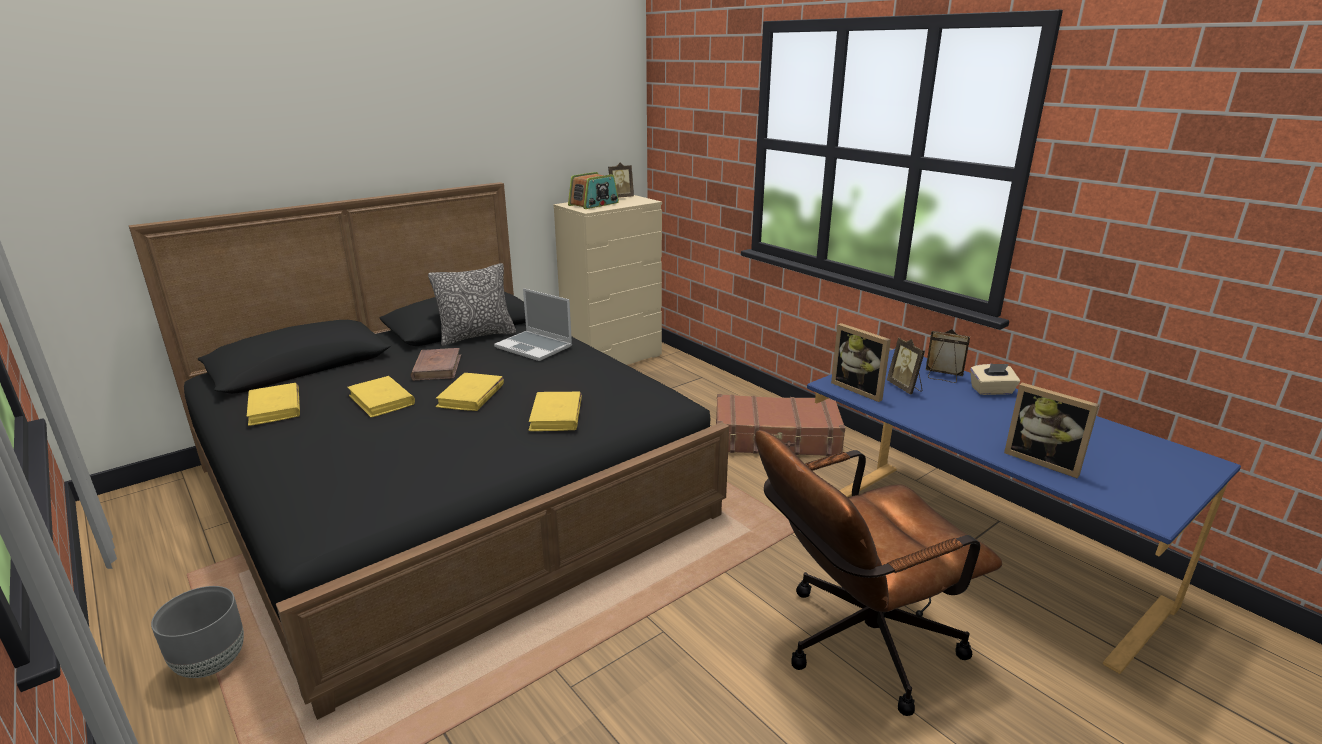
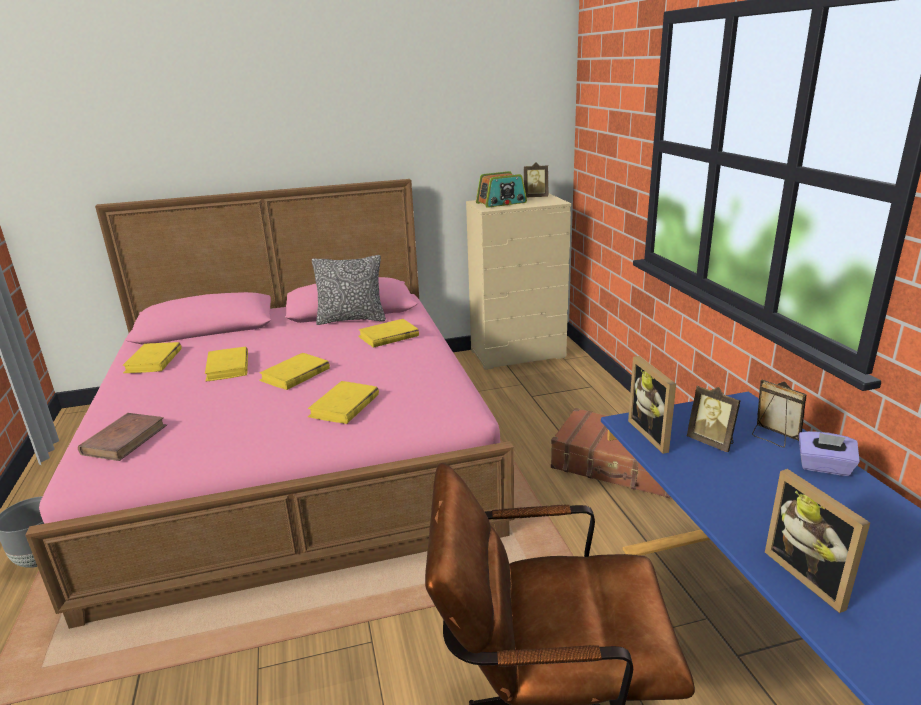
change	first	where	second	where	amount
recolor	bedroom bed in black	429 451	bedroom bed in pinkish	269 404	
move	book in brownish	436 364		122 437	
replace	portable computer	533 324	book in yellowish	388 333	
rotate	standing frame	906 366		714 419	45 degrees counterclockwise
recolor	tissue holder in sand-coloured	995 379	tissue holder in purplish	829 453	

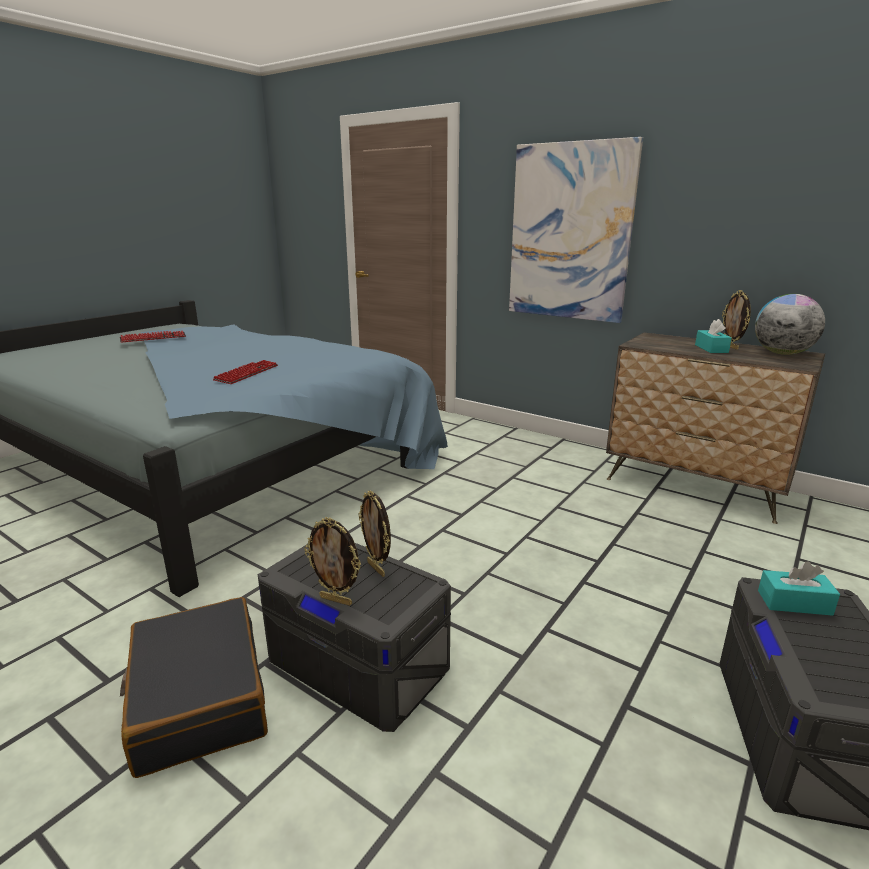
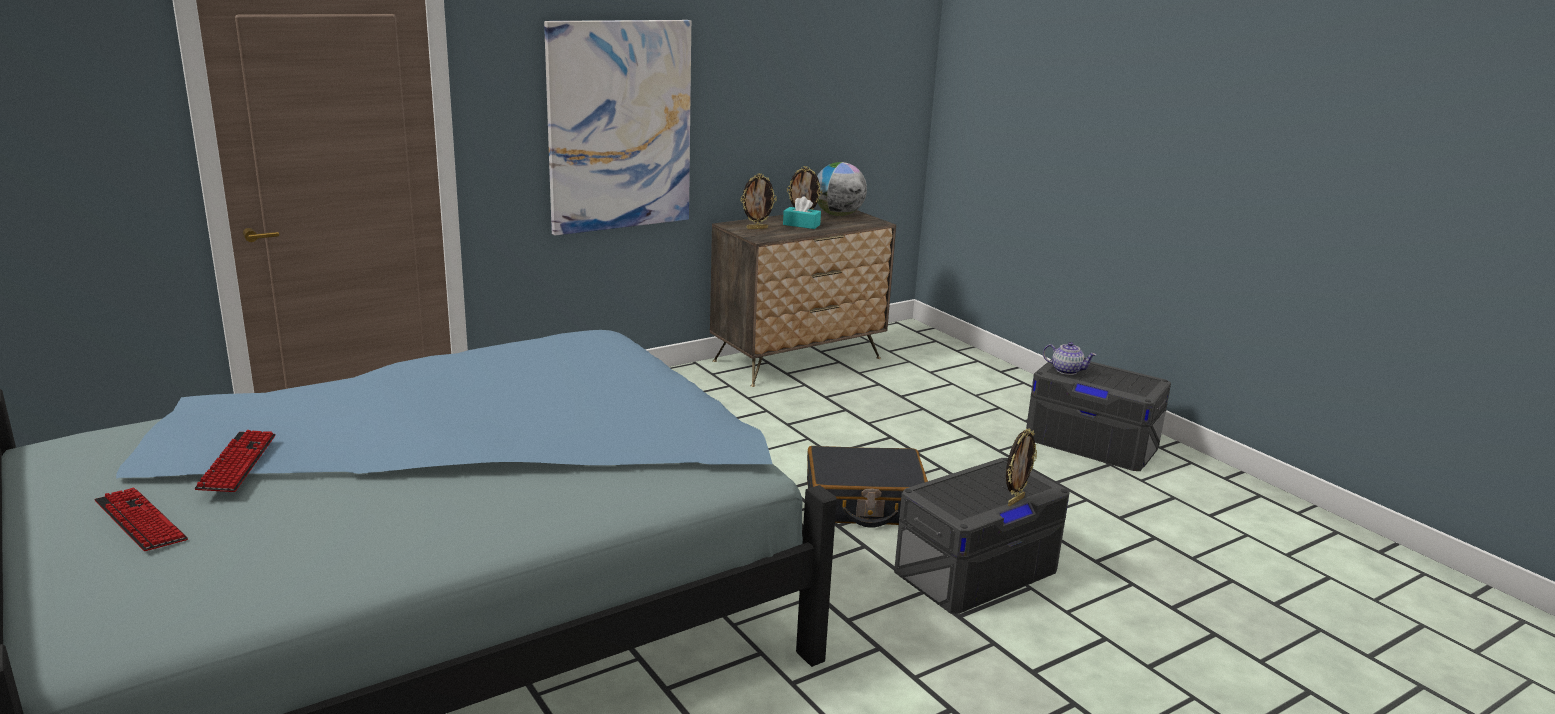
change	first	where	second	where	amount
move	keyboard	245 372		141 519	
move	standing frame	374 534		759 201	
move	suitcase in black	194 687		867 486	
replace	tissue holder in turquoise	799 588	tea pot	1069 358	

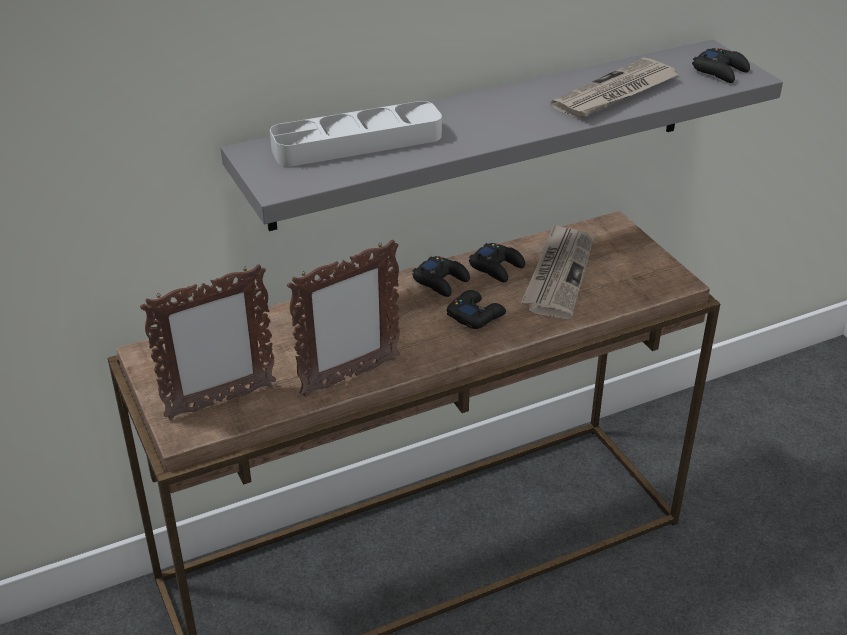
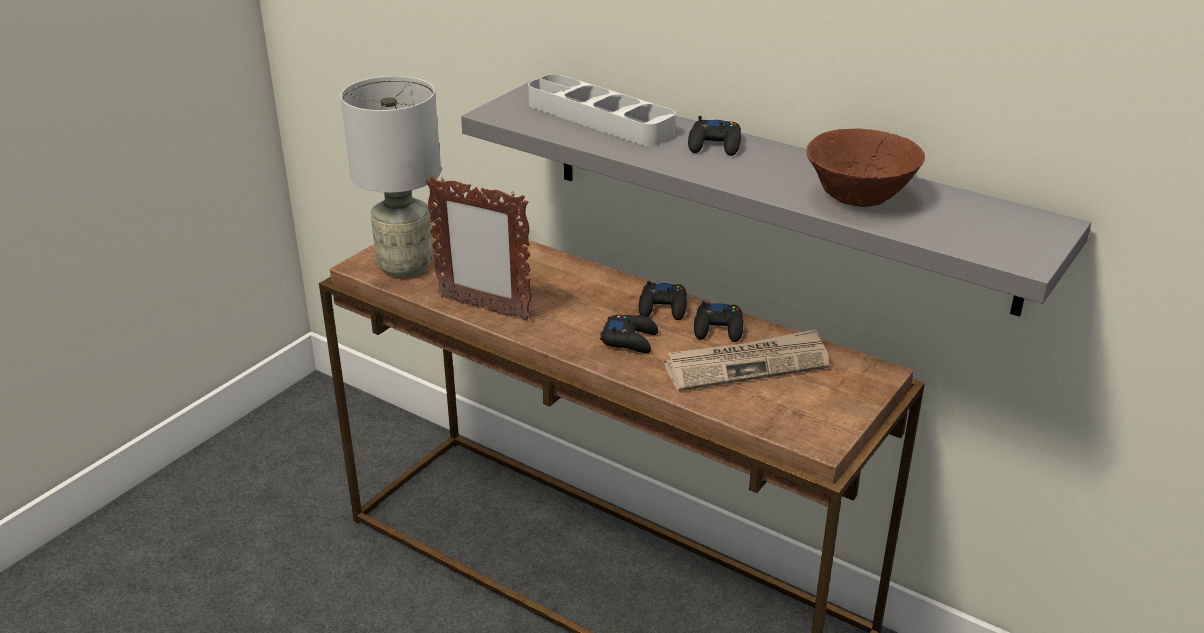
change	first	where	second	where	amount
replace	standing frame	208 342	tabletop lamp in grey	391 177	
move	game controller in black	721 65		714 136	
replace	daily paper	615 88	bowl in brownish	865 167	

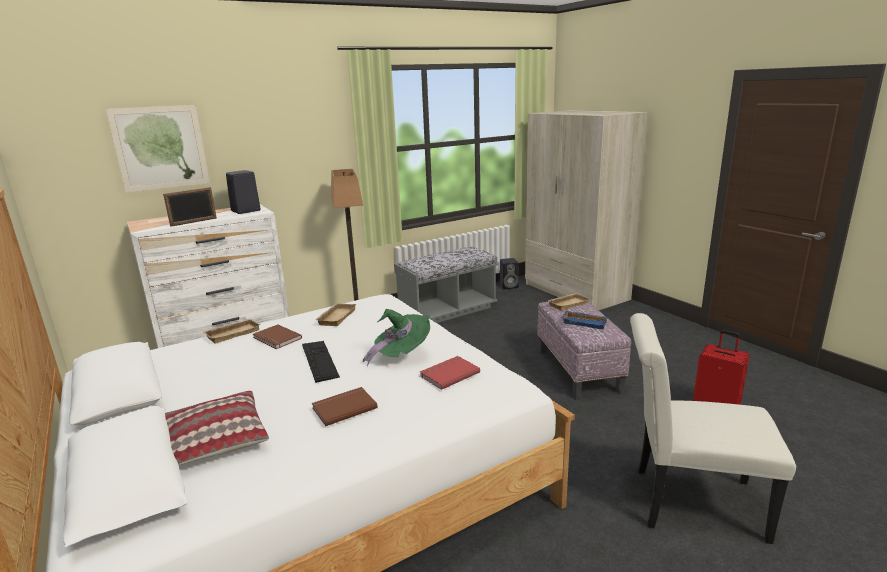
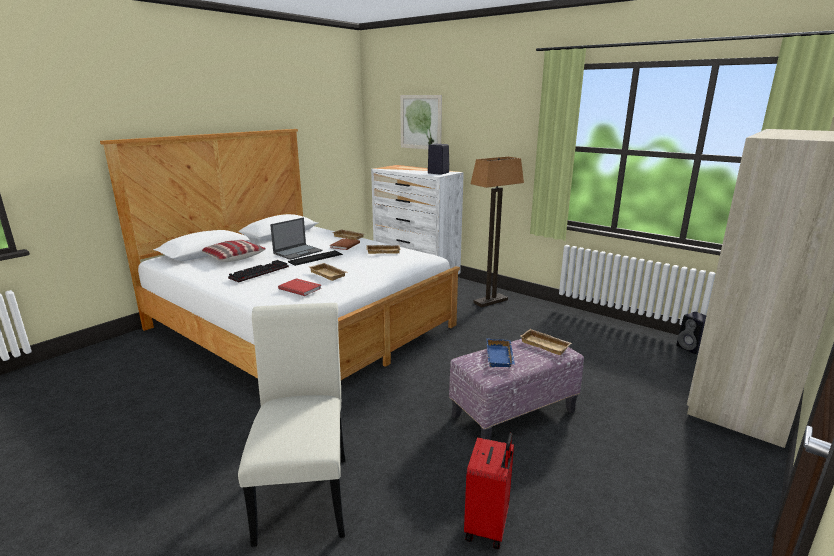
change	first	where	second	where	amount
replace	book in brownish	345 406	keyboard	258 271	
insert			portable computer	296 239	
replace	hat in green-coloured	396 337	serving tray in sand-coloured	328 272	
delete	standing frame	190 207			
delete	bench in grey	445 284			

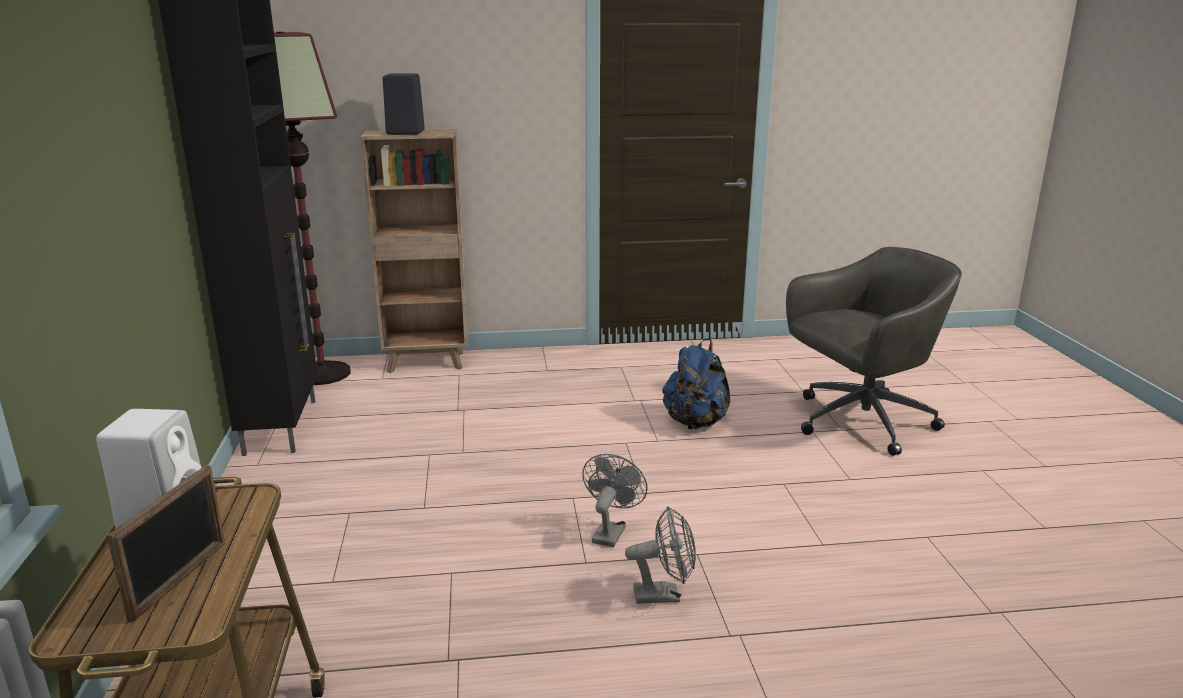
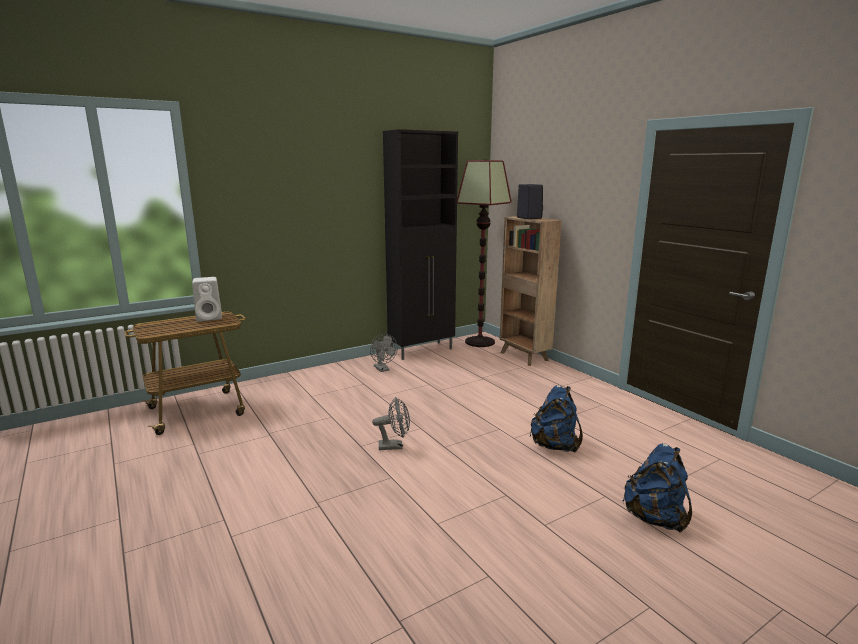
change	first	where	second	where	amount
move	electric fan in grey	660 555		384 353	
replace	computer chair in grey	874 351	rucksack in bluish	657 488	
delete	standing frame	166 544			

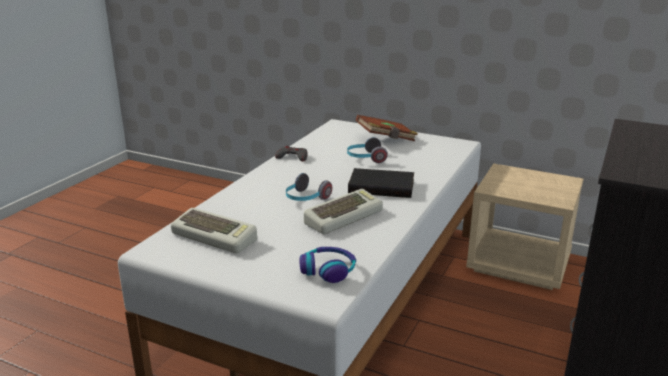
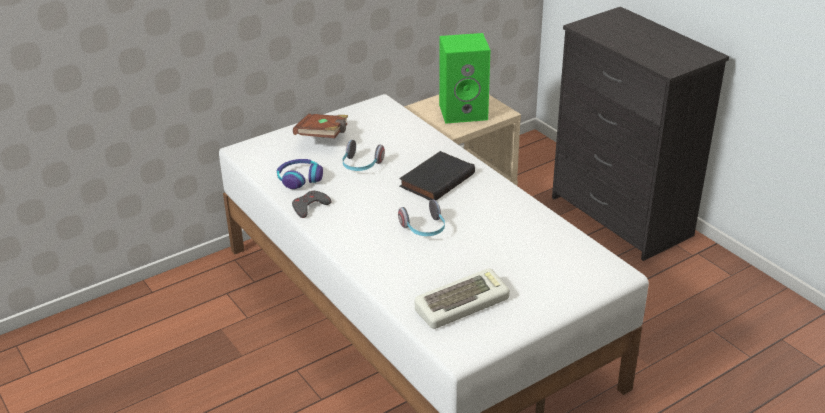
change	first	where	second	where	amount
move	headset	328 265		300 174	
insert			loudspeaker in green-coloured	464 78	
delete	keyboard	343 211			

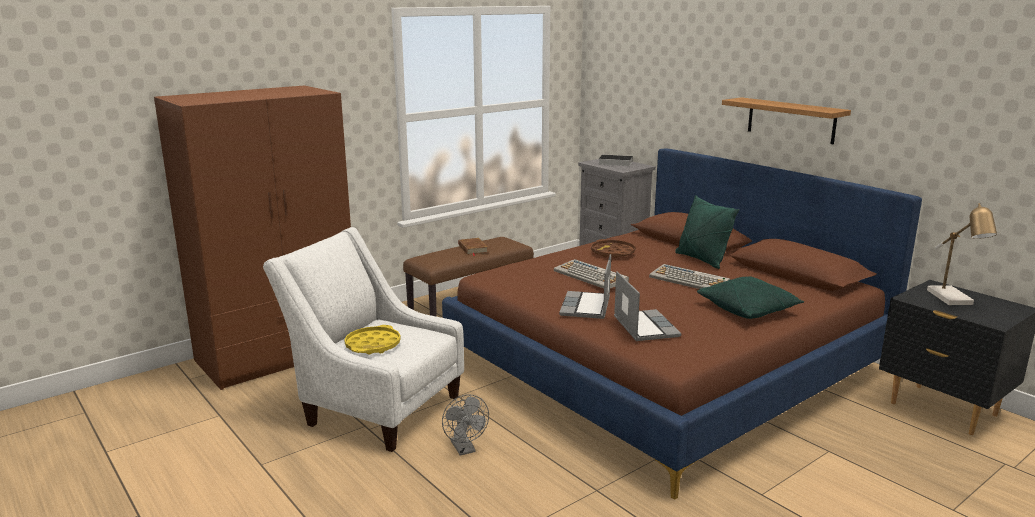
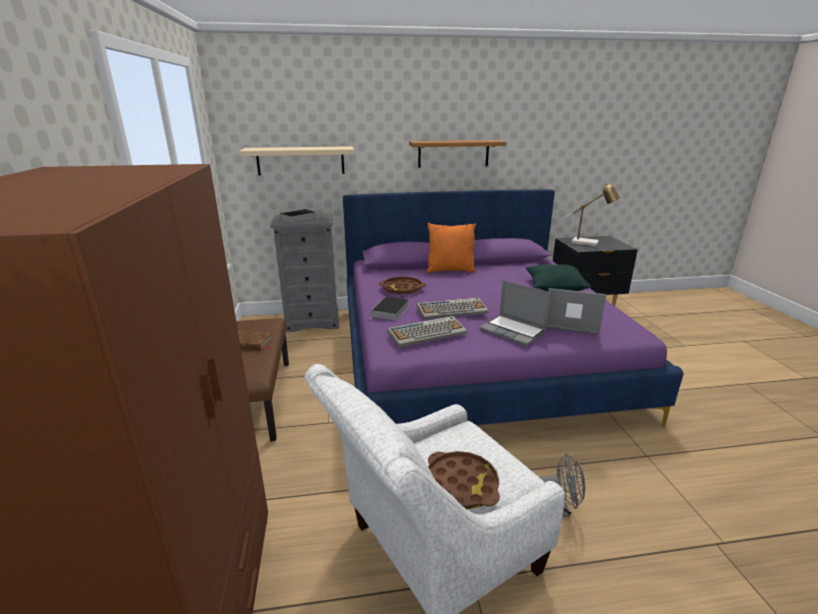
change	first	where	second	where	amount
insert			shelf in sand-coloured	296 160	
recolor	bedroom bed in brownish	682 324	bedroom bed in purplish	513 307	
insert			book	389 308	
move	keyboard	689 276		427 331	
recolor	pillow in green-coloured	707 232	pillow in orange-coloured	451 248	
recolor	serving tray in yellowish	372 339	serving tray in brownish	464 480	

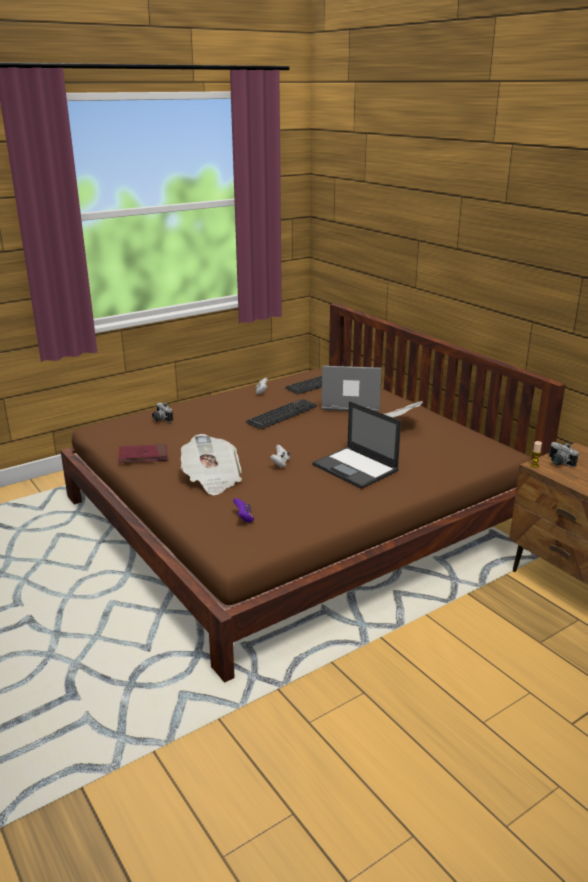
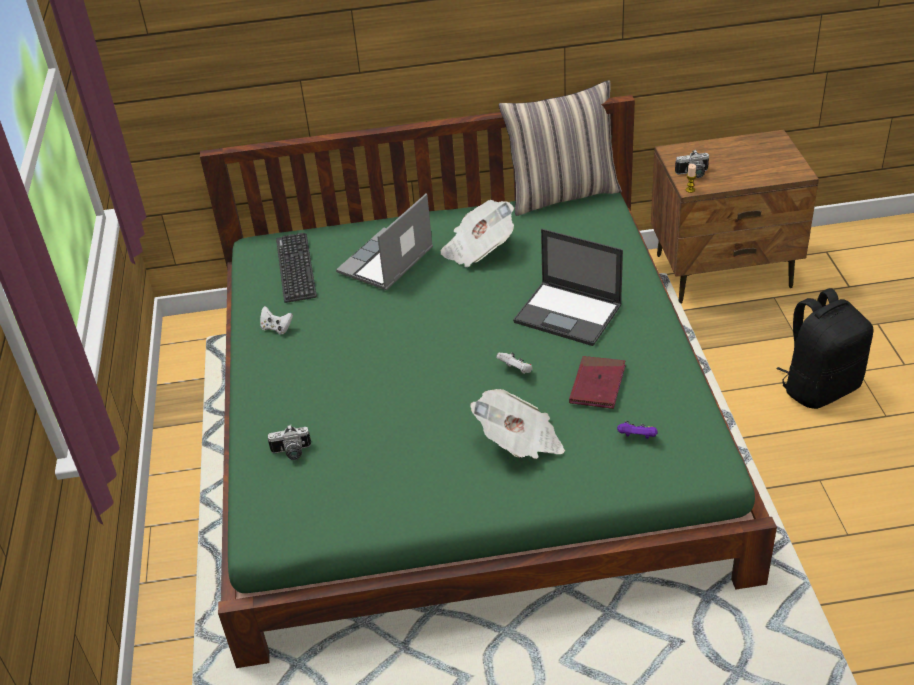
change	first	where	second	where	amount
recolor	bedroom bed in brownish	313 493	bedroom bed in green-coloured	488 381	
insert			pillow	560 148	
rotate	portable computer	356 445		568 287	45 degrees clockwise
move	book in red	143 453		597 382	
insert			rucksack in black	824 348	
delete	keyboard	281 414			

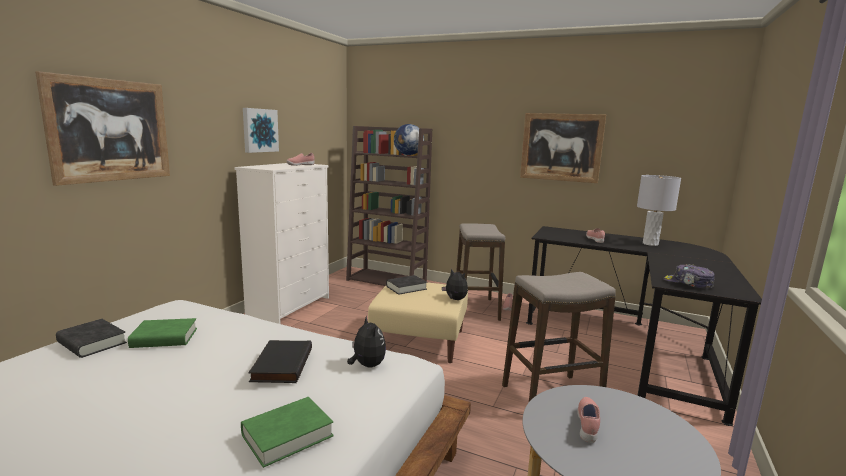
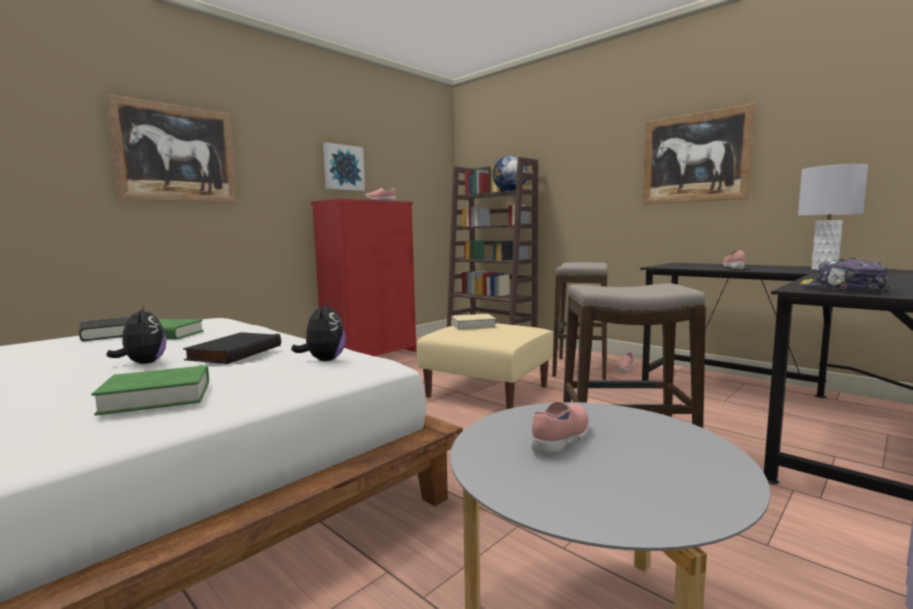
change	first	where	second	where	amount
move	plush toy	455 284		137 335	
recolor	chest of drawers in whitish	281 243	chest of drawers in red	363 277	
recolor	book in black	406 285	book in sand-coloured	473 322	

